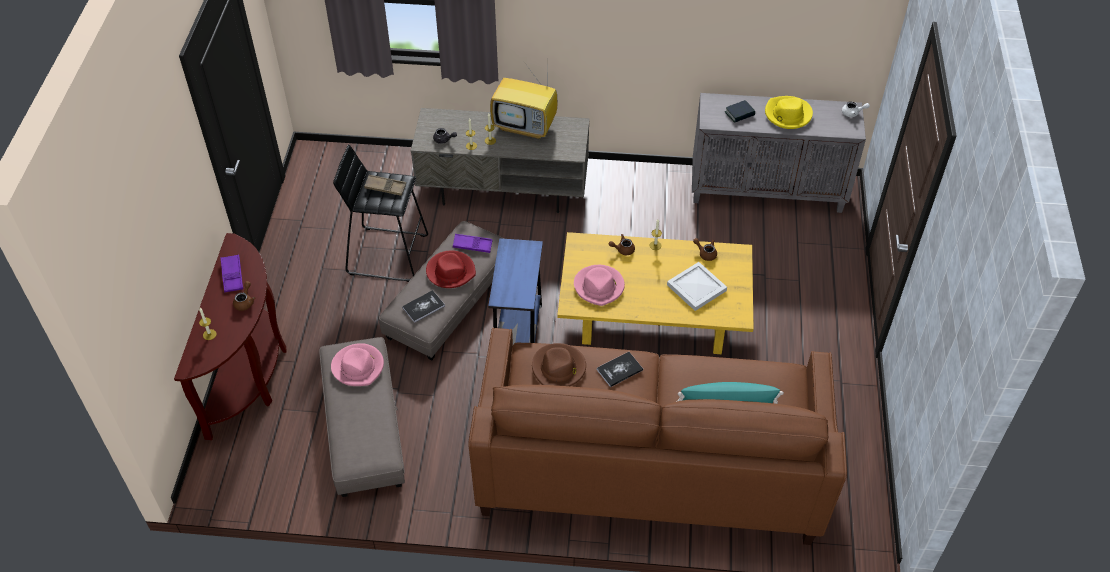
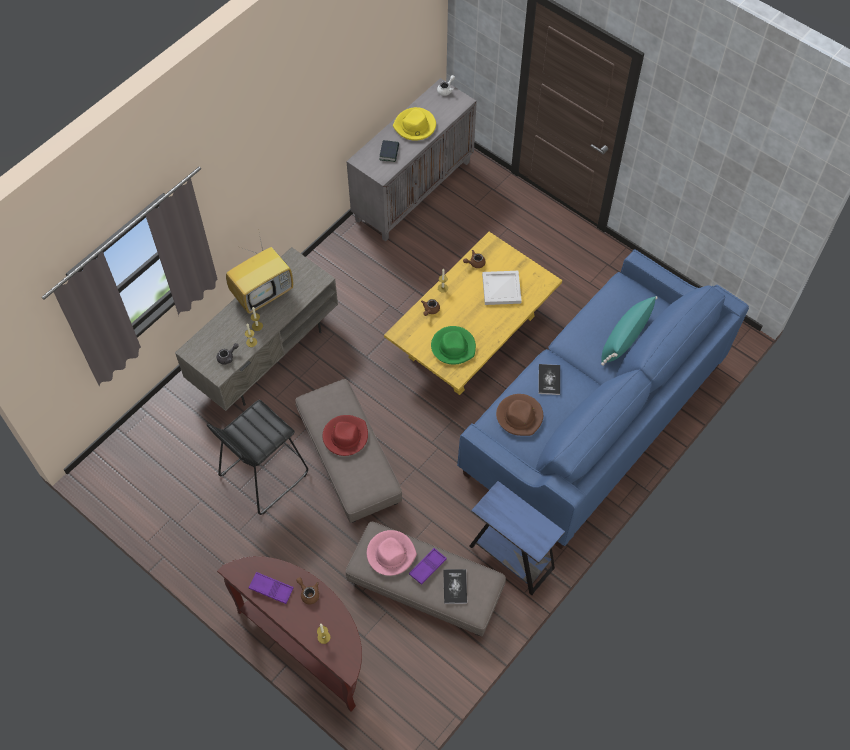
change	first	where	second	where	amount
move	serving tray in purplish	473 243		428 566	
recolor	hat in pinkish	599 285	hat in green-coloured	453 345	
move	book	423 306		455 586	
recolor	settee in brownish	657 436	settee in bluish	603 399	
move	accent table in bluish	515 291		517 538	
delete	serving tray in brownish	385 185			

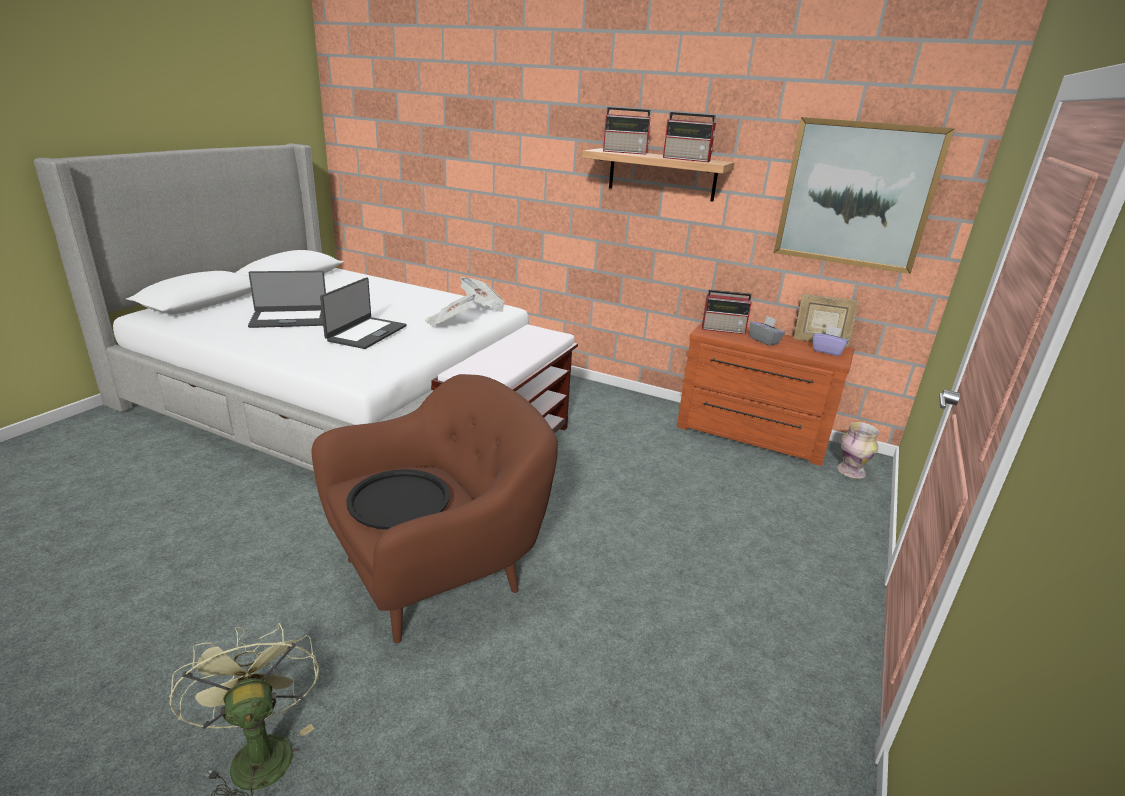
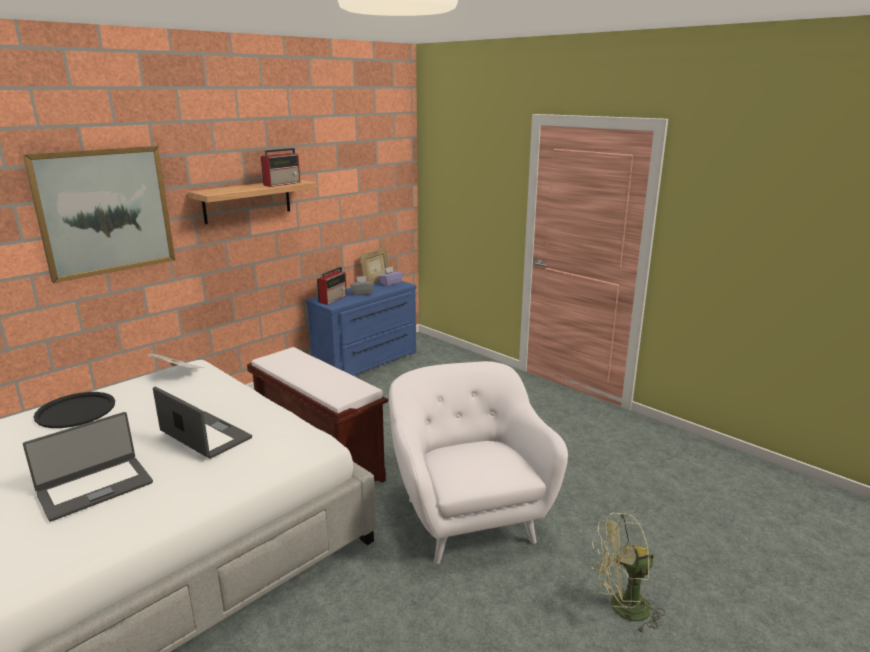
change	first	where	second	where	amount
move	wall art	864 195		99 214	
rotate	portable computer	287 299		88 467	45 degrees clockwise
move	serving tray in black	398 499		74 410	
recolor	chest of drawers in brownish	766 393	chest of drawers in bluish	361 328	
recolor	easy chair in brownish	434 508	easy chair in whitish	478 462	
delete	daily paper	451 310			
delete	radio	627 131			
delete	flower vase	858 450			

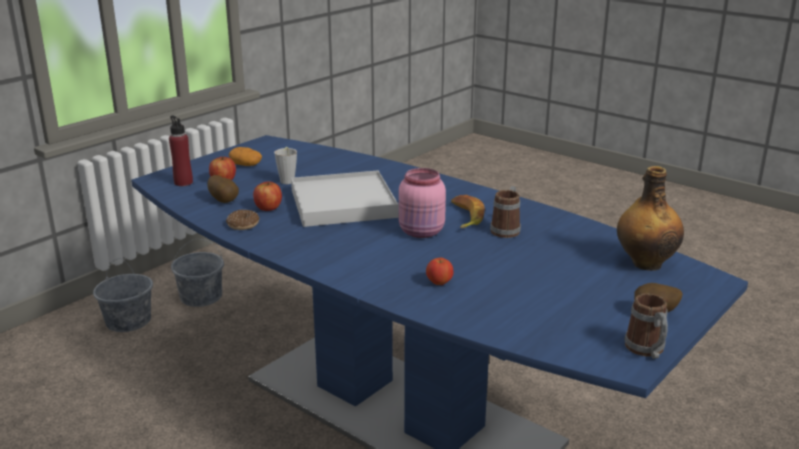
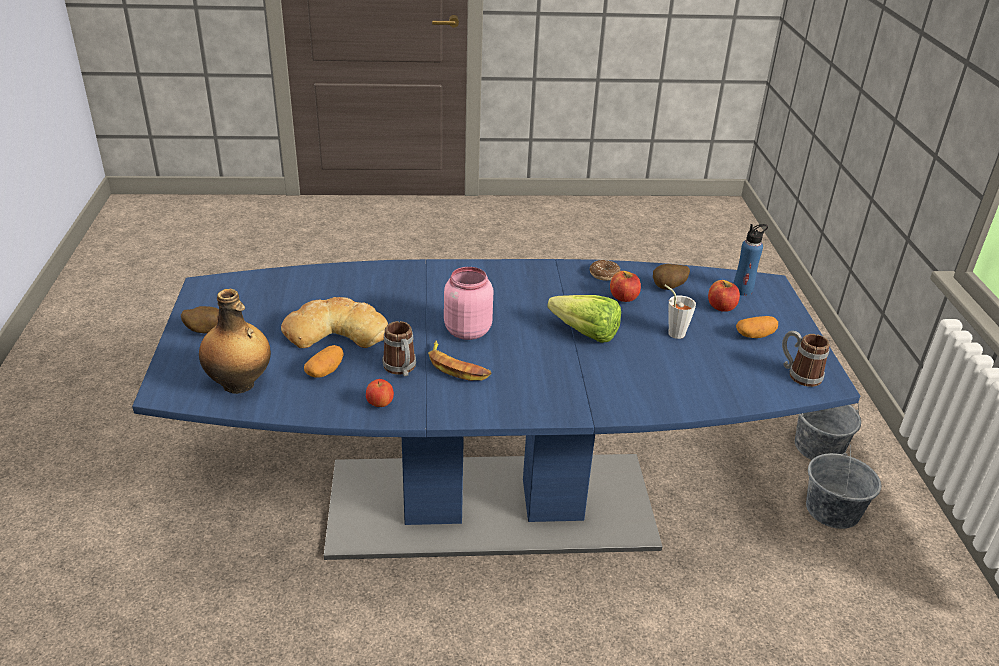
change	first	where	second	where	amount
insert			baked bread	334 322	
insert			spud	324 361	
move	whole apple	439 271		380 393	
replace	serving tray in whitish	344 198	lettuce head	584 319	
recolor	bottle in red	181 150	bottle in bluish	750 260	
move	tea mug	646 326		806 359	

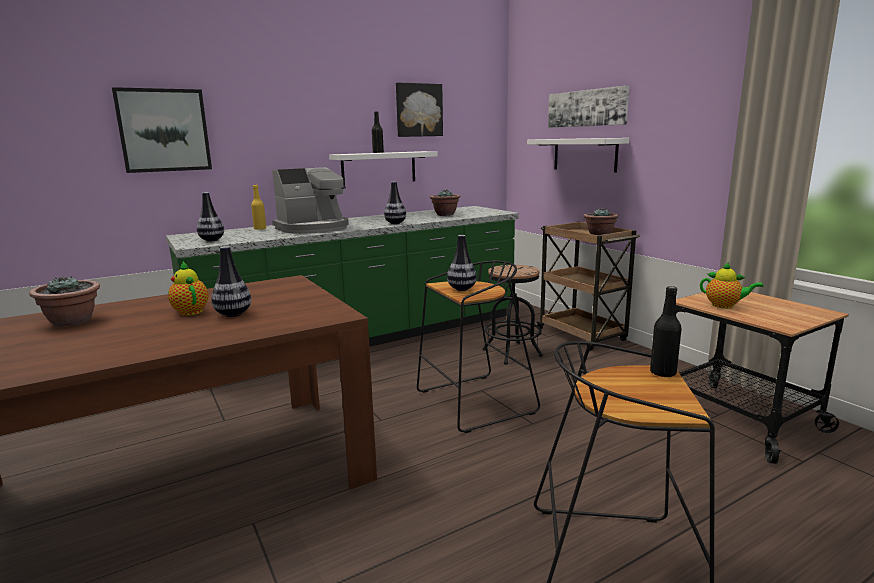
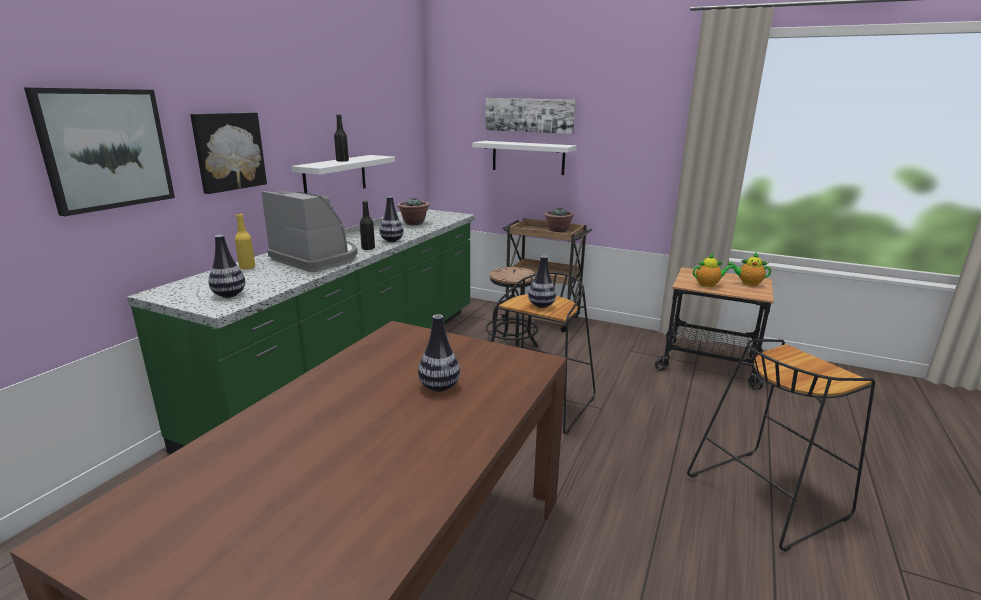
change	first	where	second	where	amount
move	wall art	419 110		228 153	
rotate	coffee maker	310 200		309 231	75 degrees counterclockwise
move	bottle in black	666 331		367 225	
move	tea pot	188 288		749 269	
delete	potted plant	64 301			

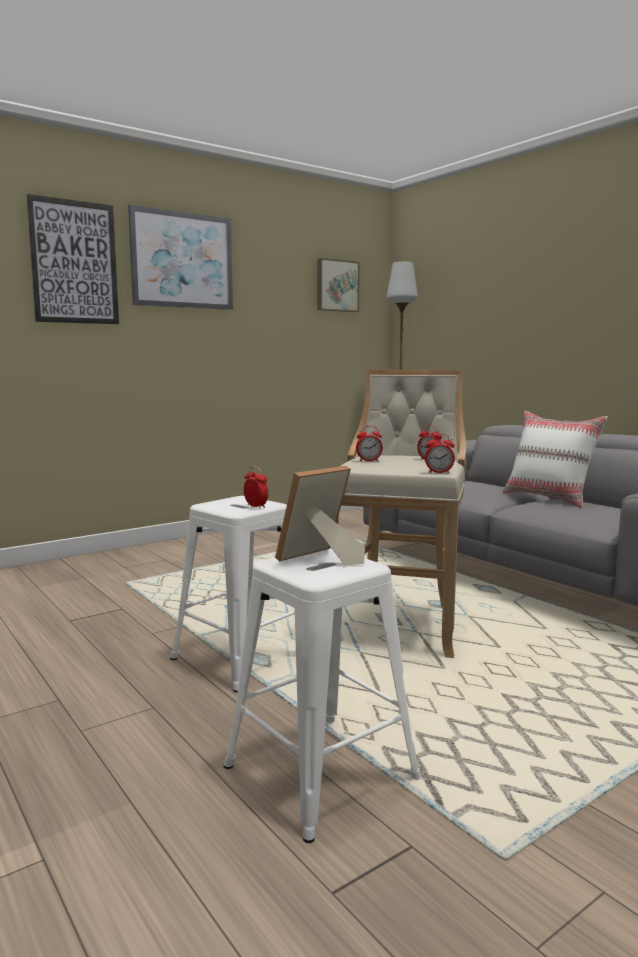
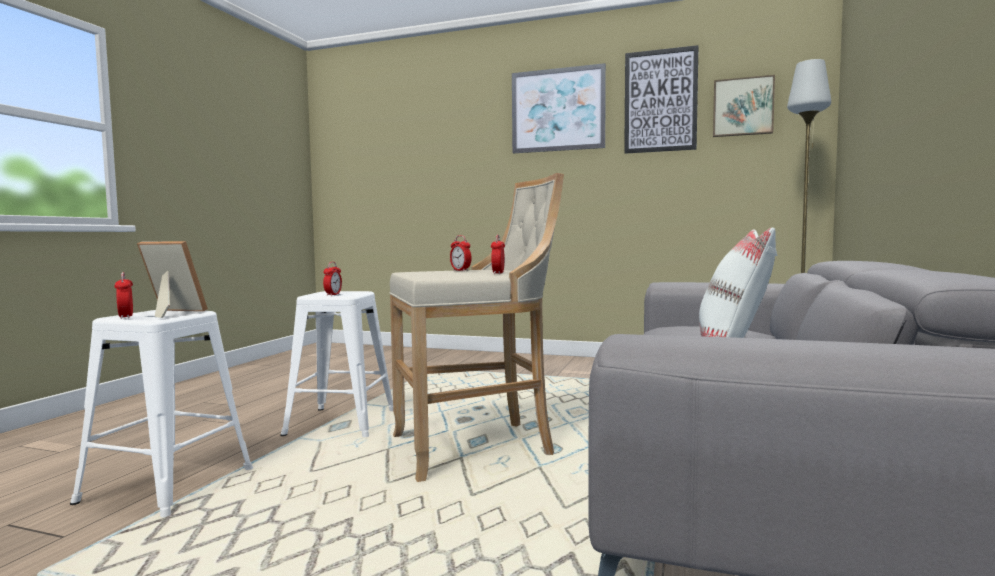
change	first	where	second	where	amount
move	alarm clock	440 453		123 295	
move	wall art	72 259		661 99	

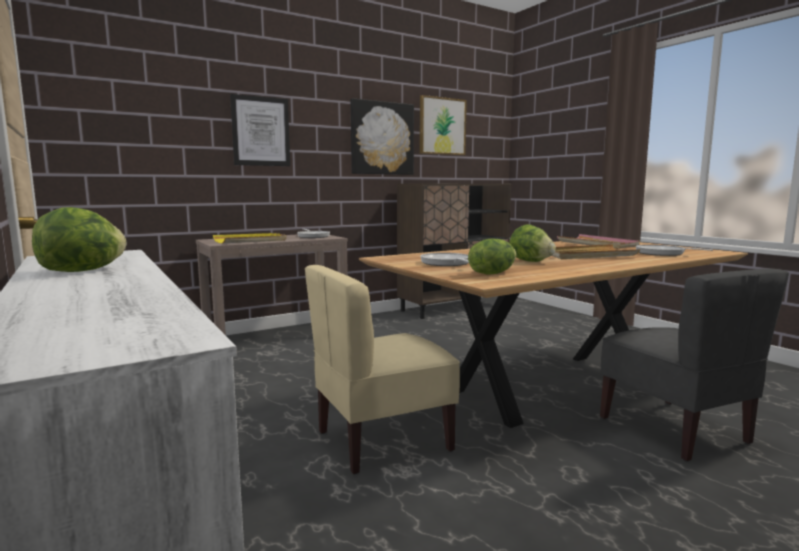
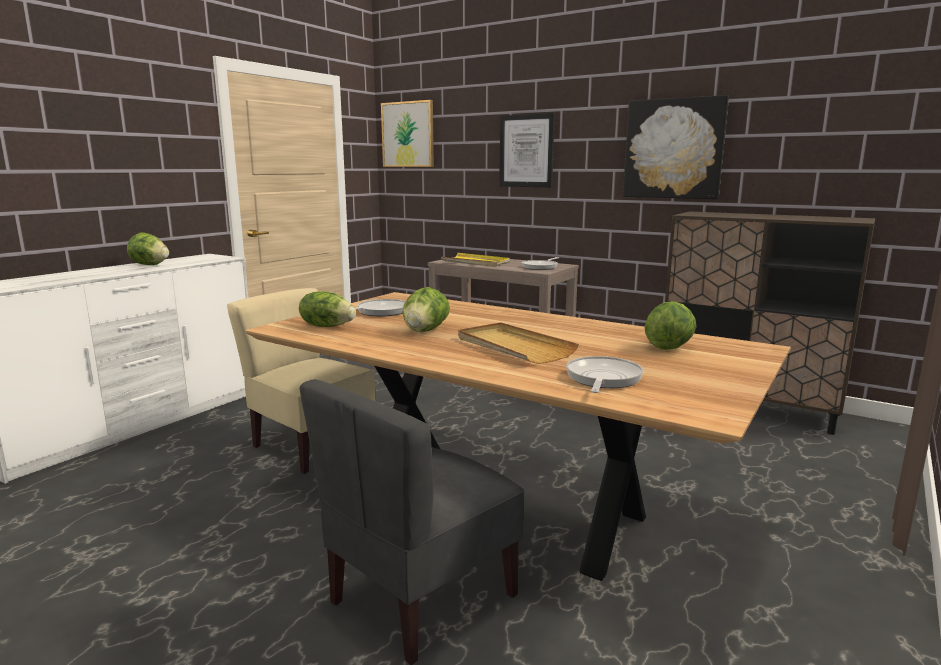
change	first	where	second	where	amount
move	wall art	443 125		407 133	
replace	serving tray in pinkish	598 241	lettuce head	671 325	

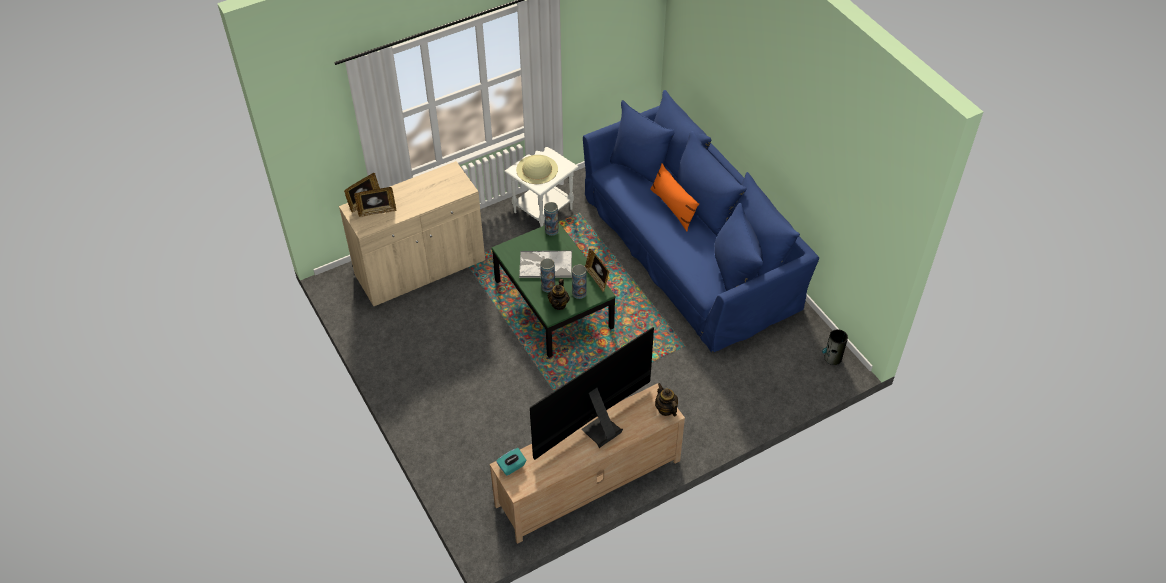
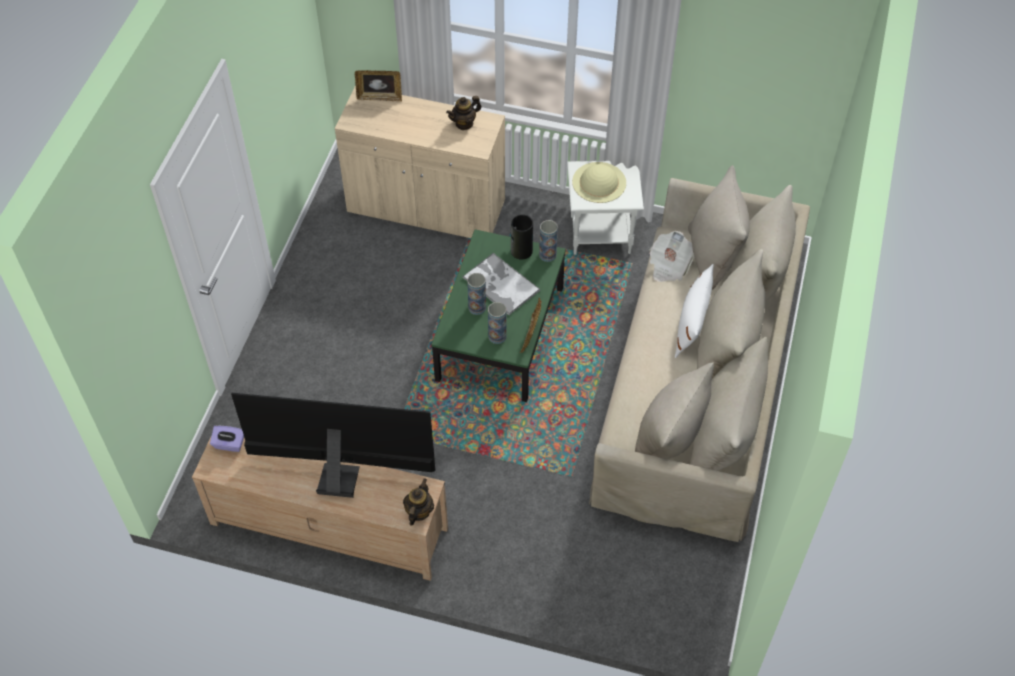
change	first	where	second	where	amount
recolor	tissue holder in turquoise	511 462	tissue holder in purplish	227 439	
move	tea pot	559 294		463 113	
move	flower vase	835 347		521 237	
recolor	settee in bluish	701 221	settee in sand-coloured	699 353	
insert			daily paper	671 256	
recolor	pillow in orange-coloured	674 197	pillow in whitish	694 311	
delete	standing frame	375 202			

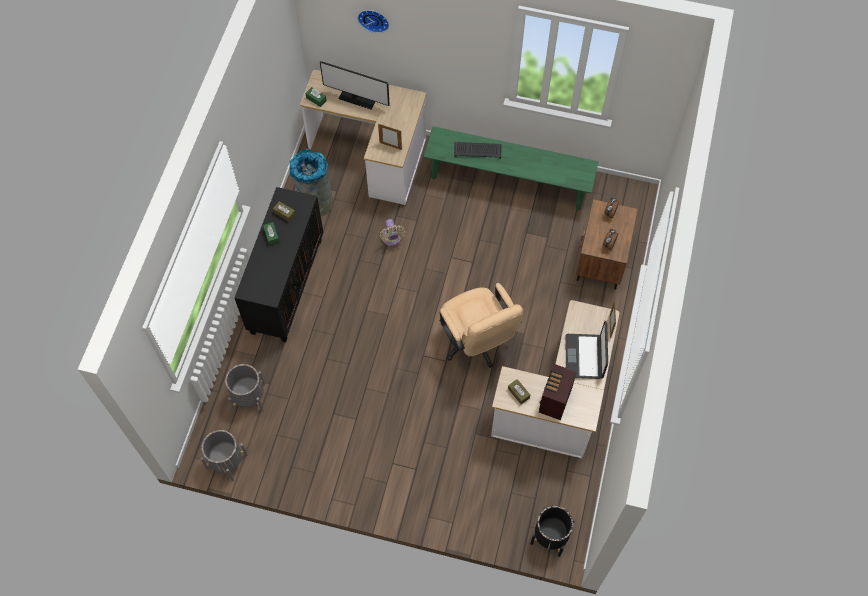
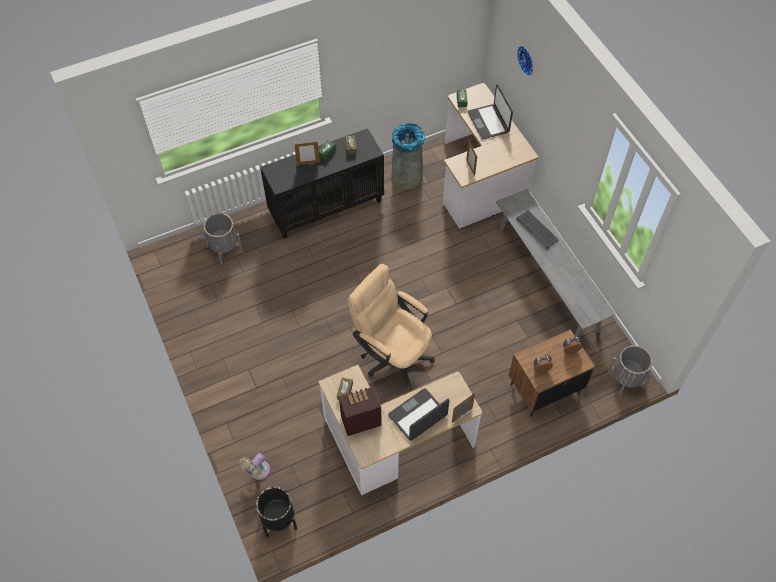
change	first	where	second	where	amount
move	electric fan in sand-coloured	392 232		254 466	
insert			standing frame	307 153	
rotate	computer chair in sand-coloured	481 325		391 327	105 degrees clockwise
replace	monitor	355 85	portable computer	490 111	
recolor	bench in green-coloured	511 169	bench in grey	556 262	
move	flower pot in grey	224 455		630 370	

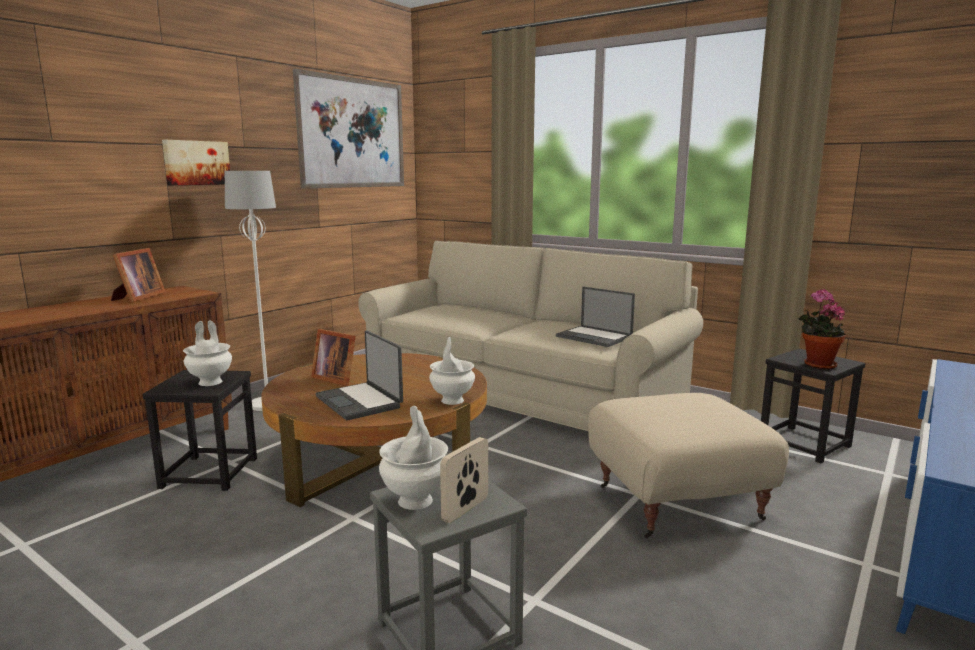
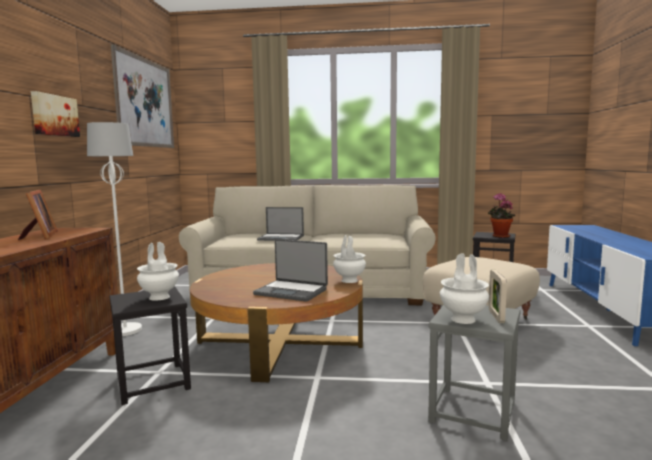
change	first	where	second	where	amount
move	portable computer	595 316		280 224	
delete	standing frame	333 357			

